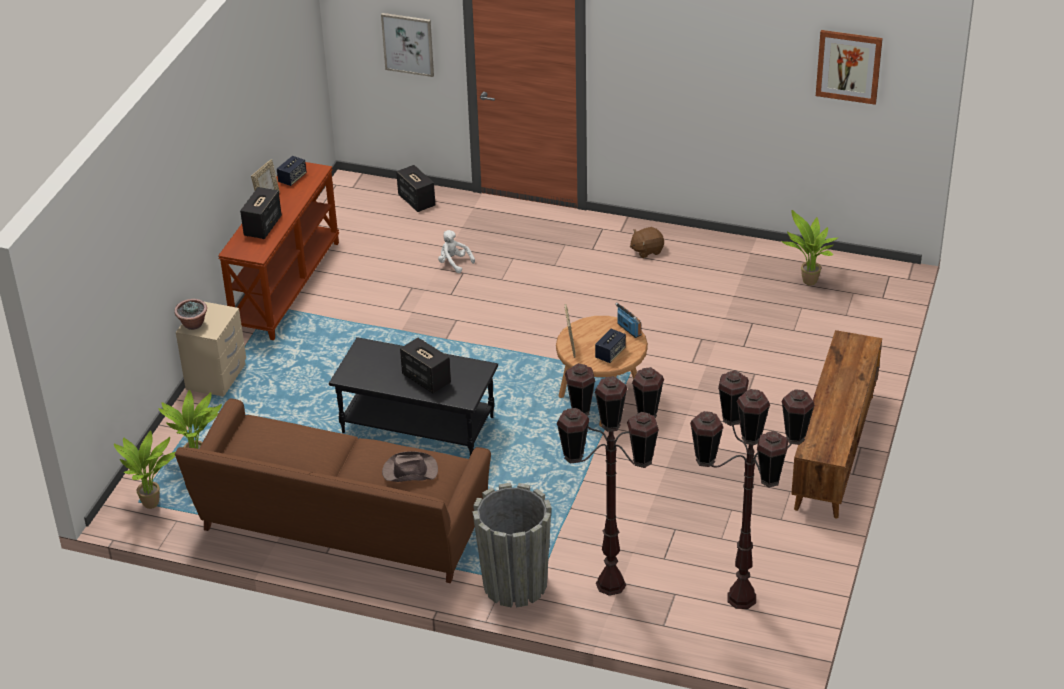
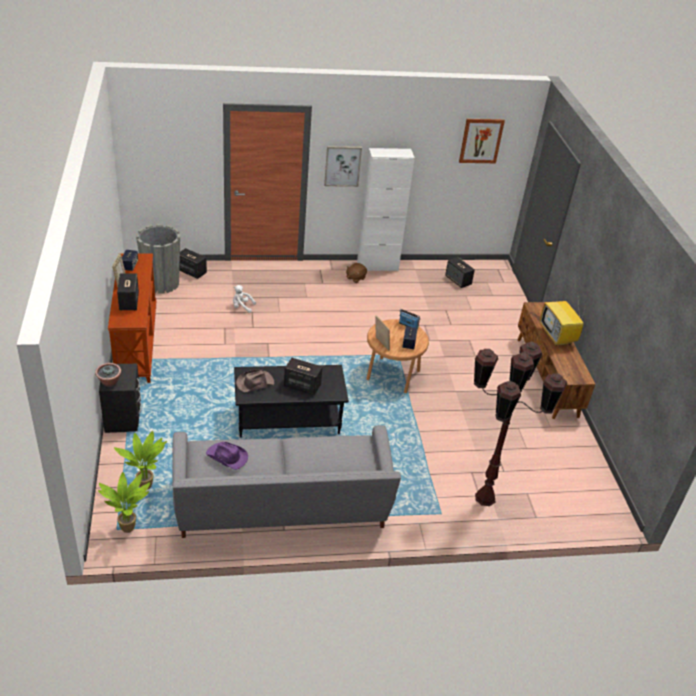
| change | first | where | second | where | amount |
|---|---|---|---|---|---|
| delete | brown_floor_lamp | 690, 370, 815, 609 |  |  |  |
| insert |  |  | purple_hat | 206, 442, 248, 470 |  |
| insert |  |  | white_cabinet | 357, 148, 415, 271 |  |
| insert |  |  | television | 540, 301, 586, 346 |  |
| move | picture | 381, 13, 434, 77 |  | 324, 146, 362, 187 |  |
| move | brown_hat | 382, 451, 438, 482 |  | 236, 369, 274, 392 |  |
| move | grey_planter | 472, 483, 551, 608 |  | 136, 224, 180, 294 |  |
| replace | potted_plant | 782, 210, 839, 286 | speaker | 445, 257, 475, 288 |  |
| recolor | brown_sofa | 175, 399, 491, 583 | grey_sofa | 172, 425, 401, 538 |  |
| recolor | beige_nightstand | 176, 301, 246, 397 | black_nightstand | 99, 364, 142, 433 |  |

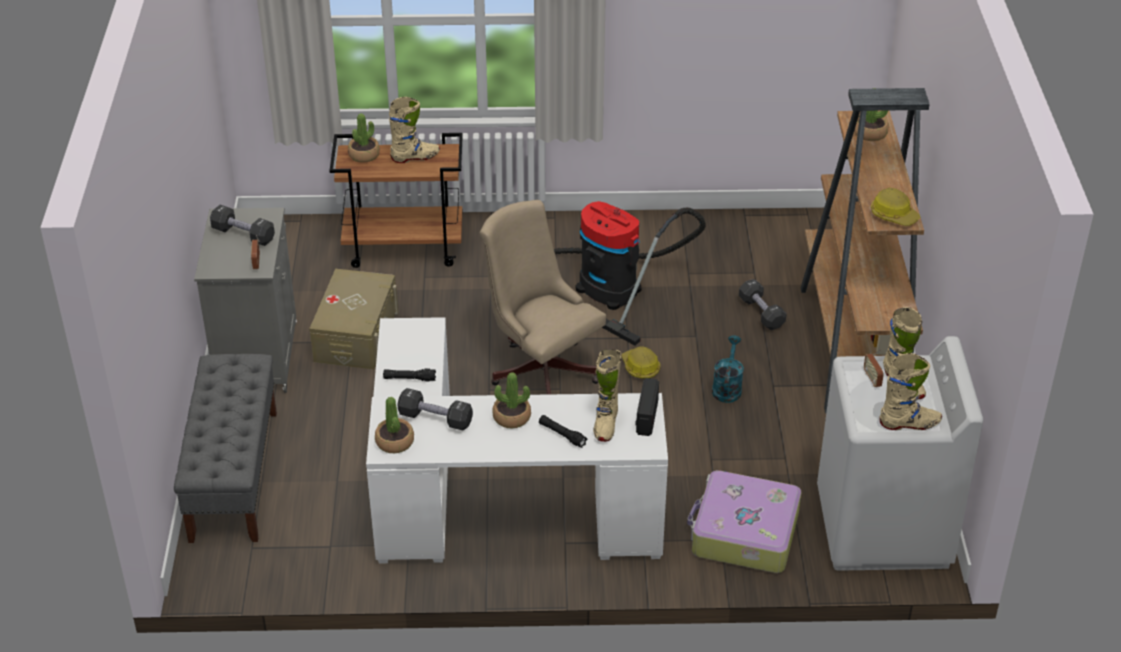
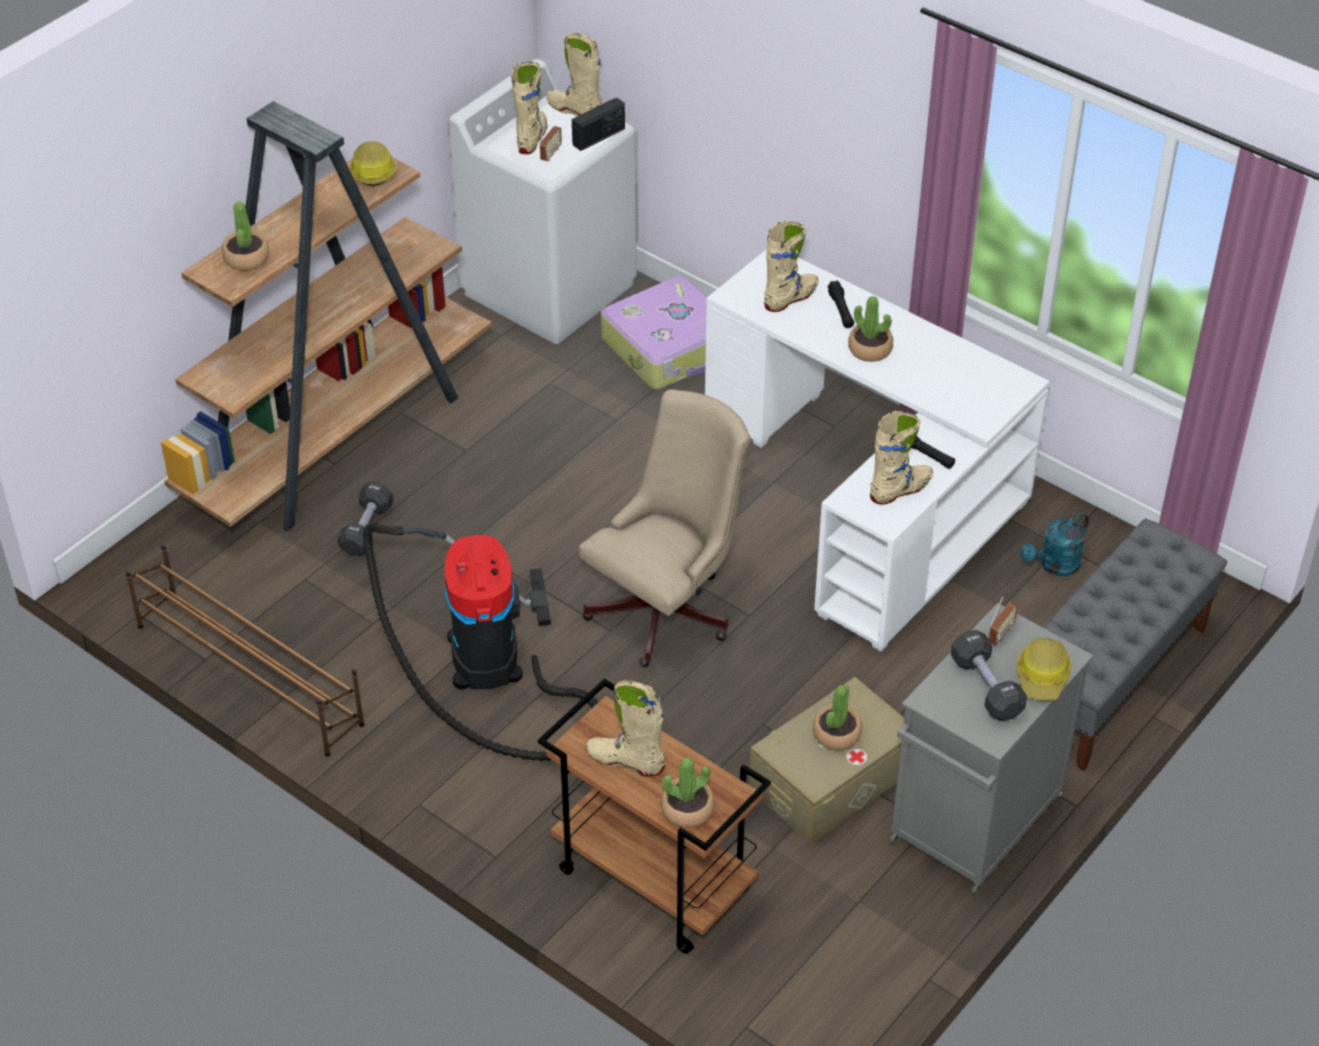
| change | first | where | second | where | amount |
|---|---|---|---|---|---|
| delete | black_dumbbell | 397, 388, 473, 430 |  |  |  |
| insert |  |  | brown_shoe_rack | 126, 544, 365, 757 |  |
| insert |  |  | beige_boot | 870, 411, 933, 504 |  |
| move | potted_plant | 375, 397, 414, 453 |  | 813, 685, 862, 751 |  |
| move | hard_hat | 622, 347, 661, 379 |  | 1017, 638, 1072, 701 |  |
| move | radio | 635, 378, 659, 436 |  | 572, 98, 625, 151 |  |
| move | turquoise_watering_can | 712, 335, 744, 403 |  | 1021, 512, 1089, 576 |  |
| rotate | beige_office_chair | 480, 200, 606, 395 |  | 579, 389, 751, 667 | 135 degrees counterclockwise |

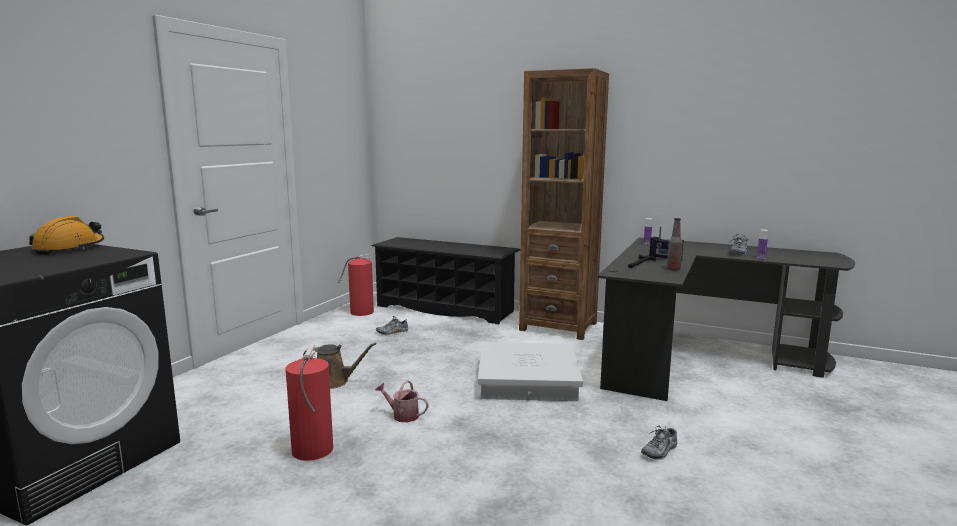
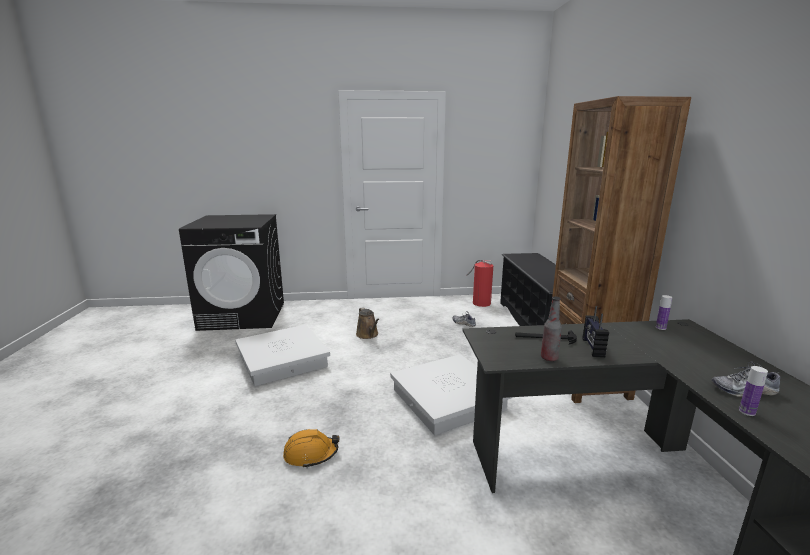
| change | first | where | second | where | amount |
|---|---|---|---|---|---|
| delete | watering_can | 375, 380, 429, 422 |  |  |  |
| delete | shoe | 641, 425, 677, 460 |  |  |  |
| move | orange_hard_hat | 29, 216, 104, 255 |  | 283, 429, 339, 469 |  |
| replace | fire_extinguisher | 286, 345, 333, 461 | white_storage_box | 235, 325, 330, 386 |  |

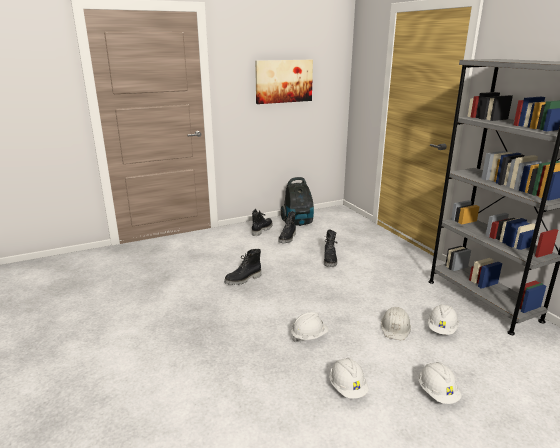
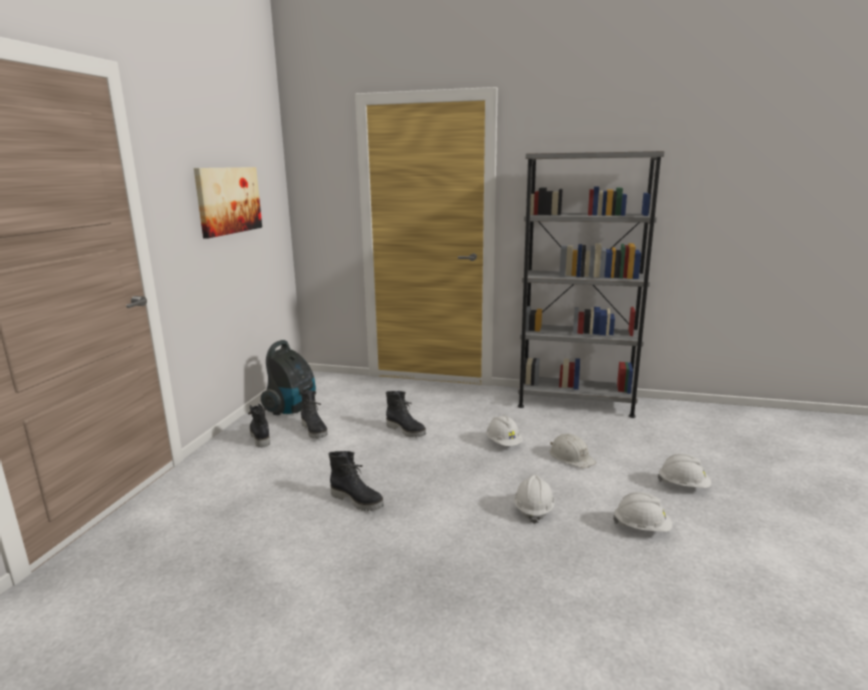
| change | first | where | second | where | amount |
|---|---|---|---|---|---|
| move | white_hard_hat | 428, 304, 459, 335 |  | 486, 415, 523, 446 |  |
| rotate | black_boot | 224, 249, 261, 285 |  | 329, 451, 384, 511 | 60 degrees counterclockwise |

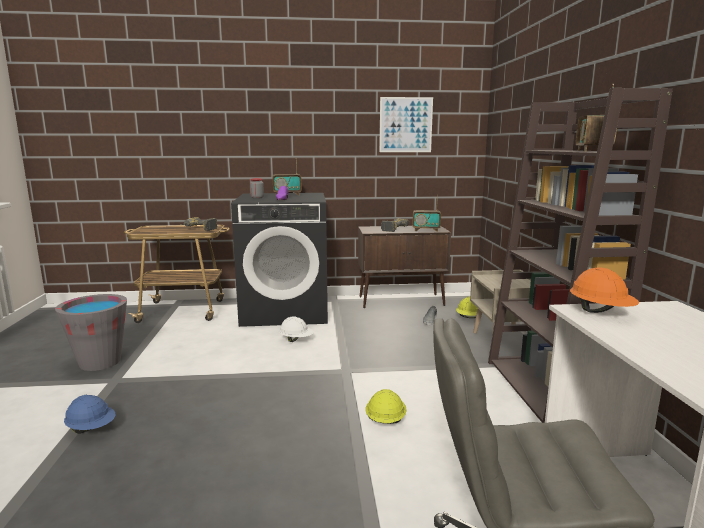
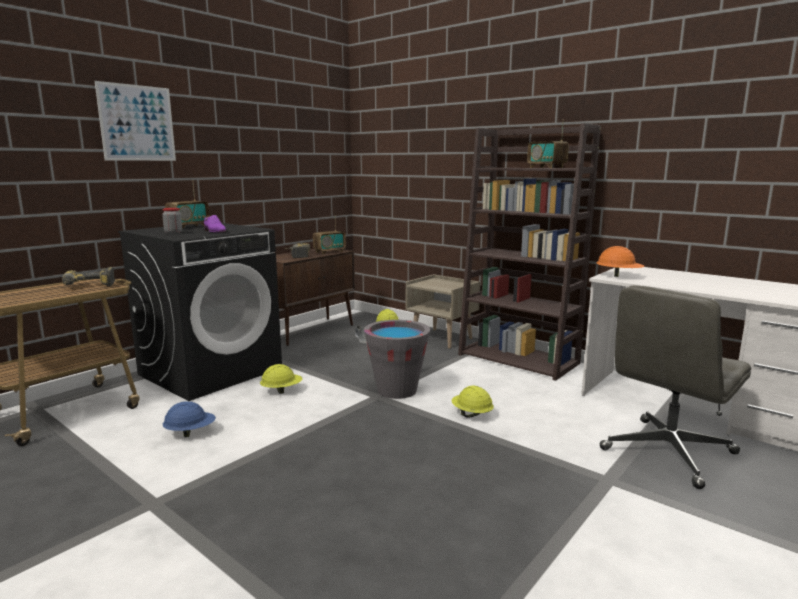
| change | first | where | second | where | amount |
|---|---|---|---|---|---|
| move | grey_bucket | 55, 294, 127, 371 |  | 364, 320, 430, 399 |  |
| move | blue_hard_hat | 64, 395, 116, 434 |  | 163, 401, 216, 437 |  |
| move | picture | 379, 97, 433, 152 |  | 95, 81, 176, 161 |  |
| recolor | white_hard_hat | 279, 316, 314, 342 | yellow_hard_hat | 260, 364, 302, 394 |  |

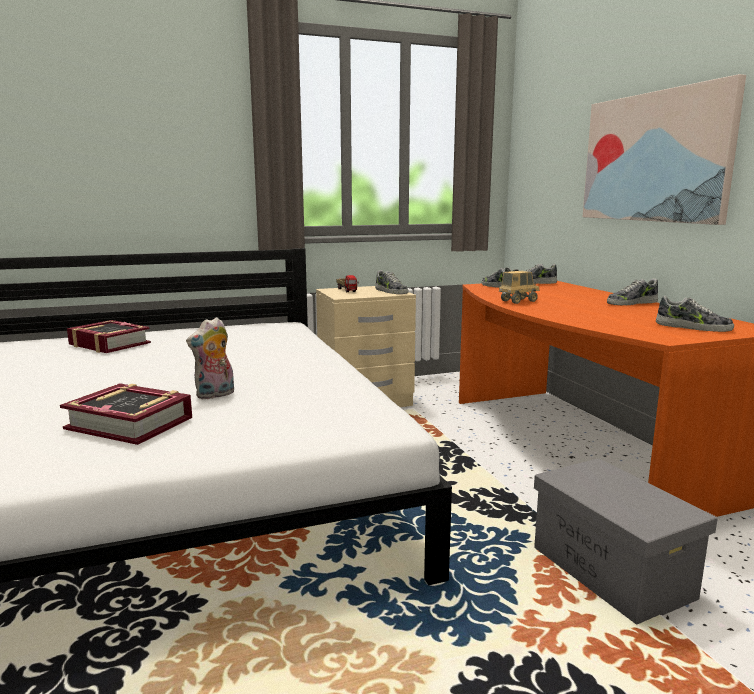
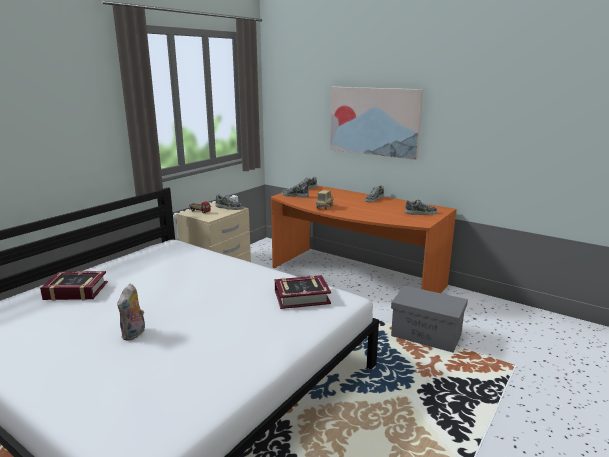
| change | first | where | second | where | amount |
|---|---|---|---|---|---|
| move | book | 60, 383, 192, 445 |  | 275, 275, 331, 309 |  |
| move | plush_toy | 186, 317, 234, 400 |  | 117, 284, 145, 341 |  |

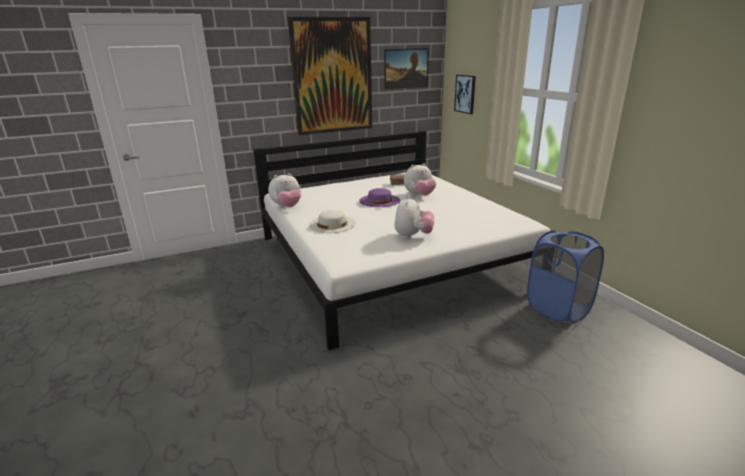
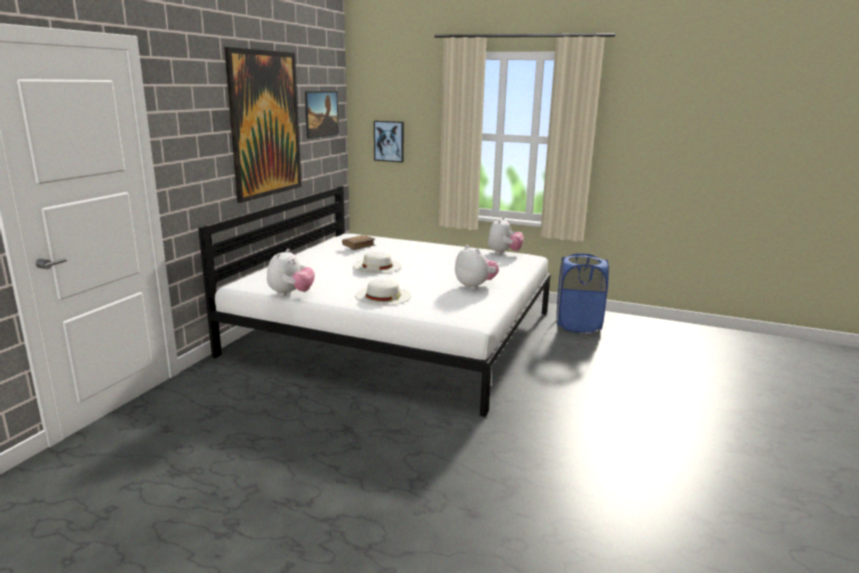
| change | first | where | second | where | amount |
|---|---|---|---|---|---|
| move | plush_toy | 404, 163, 436, 196 |  | 488, 217, 524, 254 |  |
| recolor | purple_hat | 359, 188, 400, 207 | white_hat | 353, 252, 402, 273 |  |

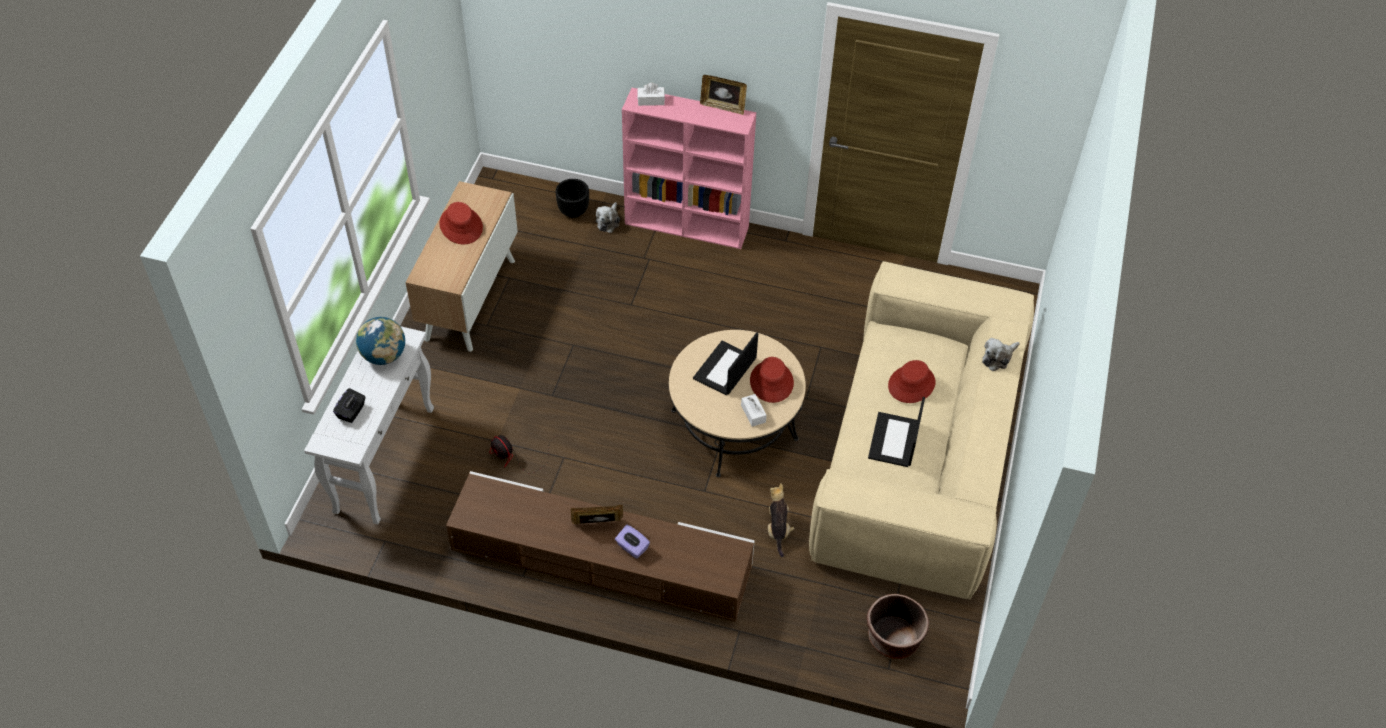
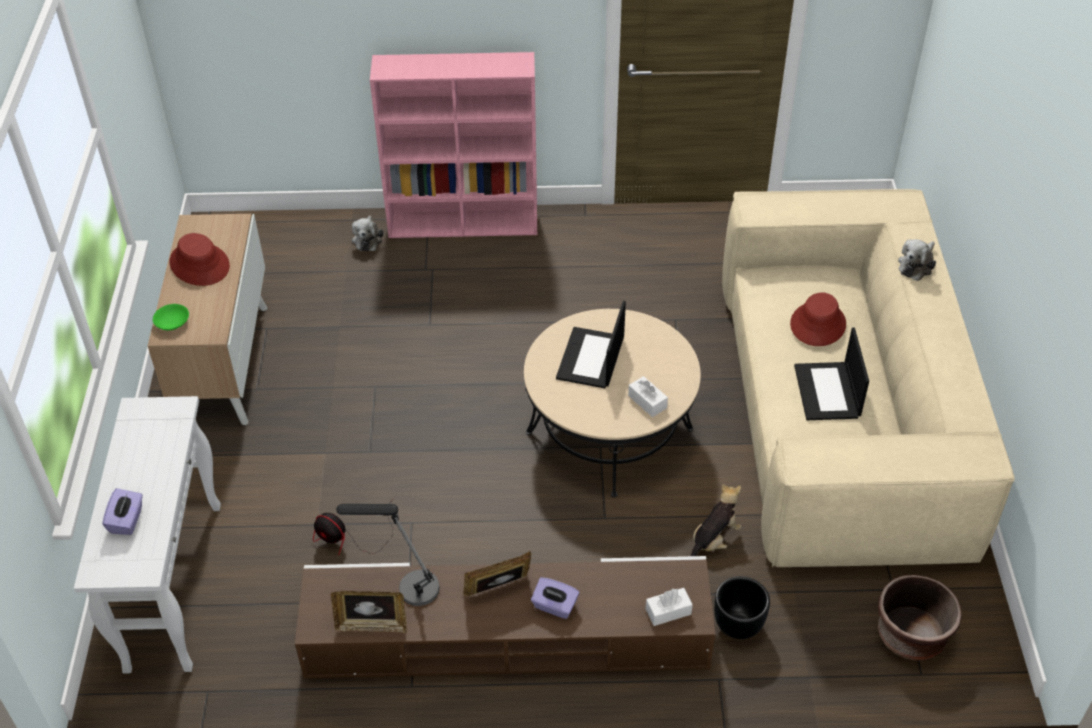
| change | first | where | second | where | amount |
|---|---|---|---|---|---|
| delete | globe | 356, 317, 405, 365 |  |  |  |
| delete | red_hat | 750, 357, 794, 403 |  |  |  |
| insert |  |  | green_bowl | 153, 304, 189, 331 |  |
| insert |  |  | table_lamp | 336, 504, 440, 606 |  |
| move | black_planter | 556, 179, 589, 218 |  | 714, 576, 770, 639 |  |
| move | white_tissue_box | 637, 83, 665, 106 |  | 646, 588, 693, 626 |  |
| move | picture_frame | 700, 75, 747, 115 |  | 331, 591, 407, 633 |  |
| recolor | black_tissue_box | 333, 388, 366, 423 | purple_tissue_box | 102, 488, 143, 535 |  |
| rotate | plush_toy | 768, 483, 794, 557 |  | 690, 484, 741, 556 | 60 degrees clockwise |

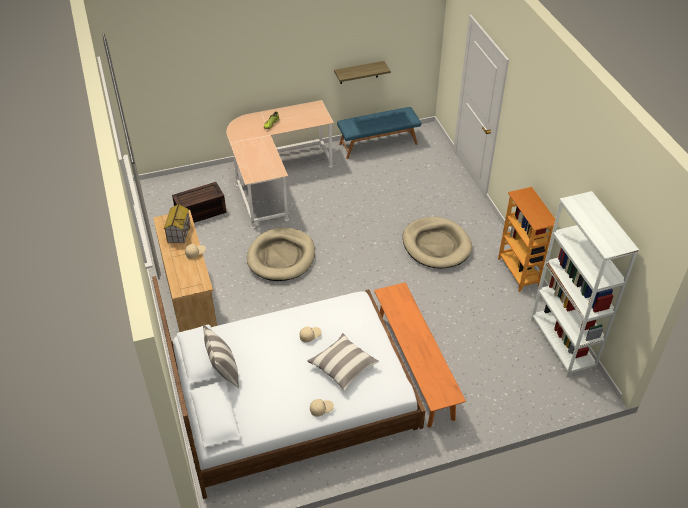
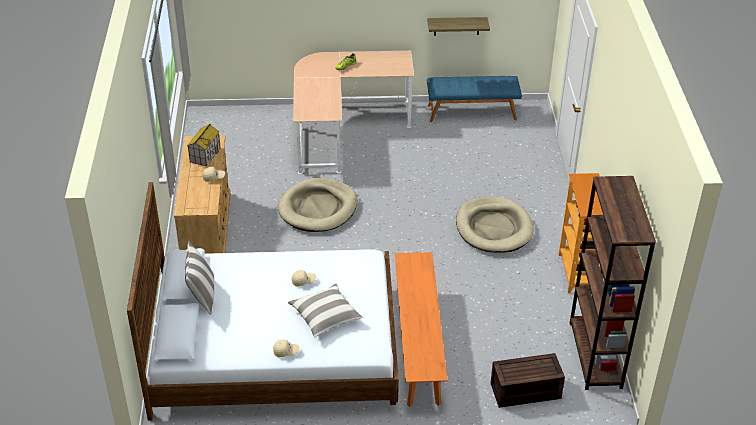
| change | first | where | second | where | amount |
|---|---|---|---|---|---|
| move | brown_storage_box | 172, 182, 227, 223 |  | 491, 353, 565, 408 |  |
| recolor | white_bookcase | 531, 191, 639, 377 | brown_bookcase | 569, 176, 656, 390 |  |

